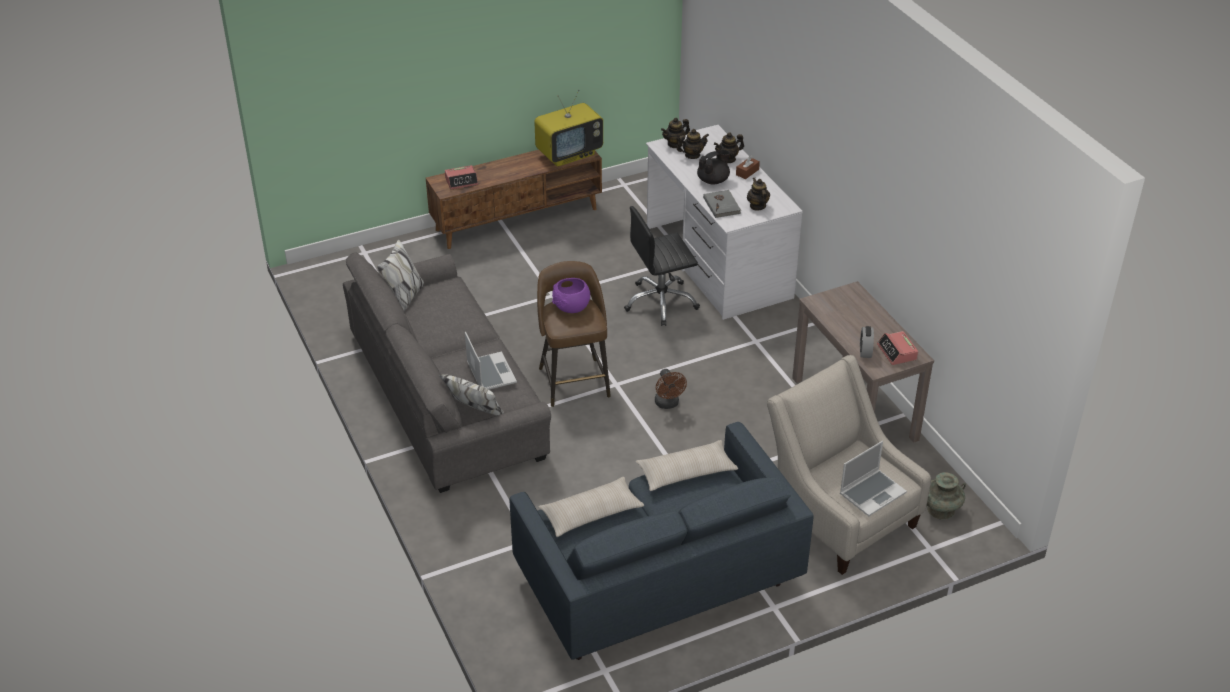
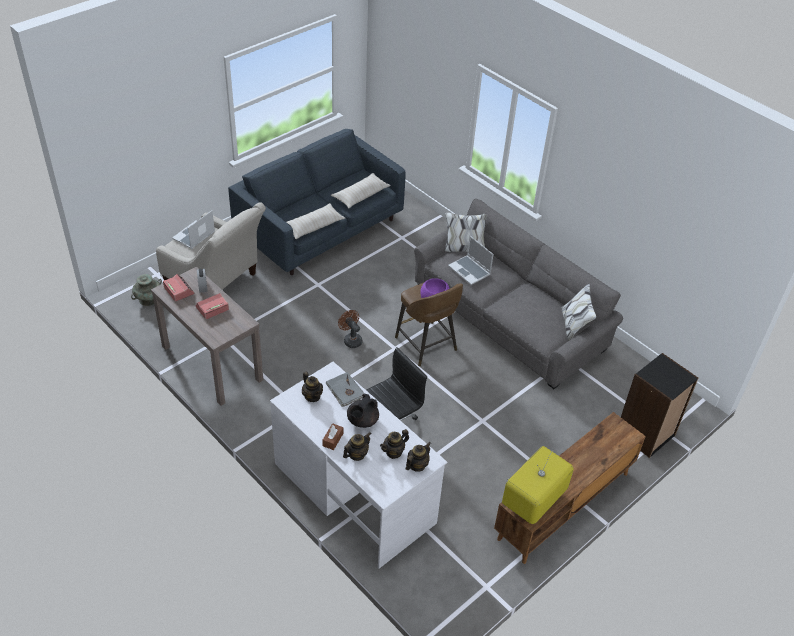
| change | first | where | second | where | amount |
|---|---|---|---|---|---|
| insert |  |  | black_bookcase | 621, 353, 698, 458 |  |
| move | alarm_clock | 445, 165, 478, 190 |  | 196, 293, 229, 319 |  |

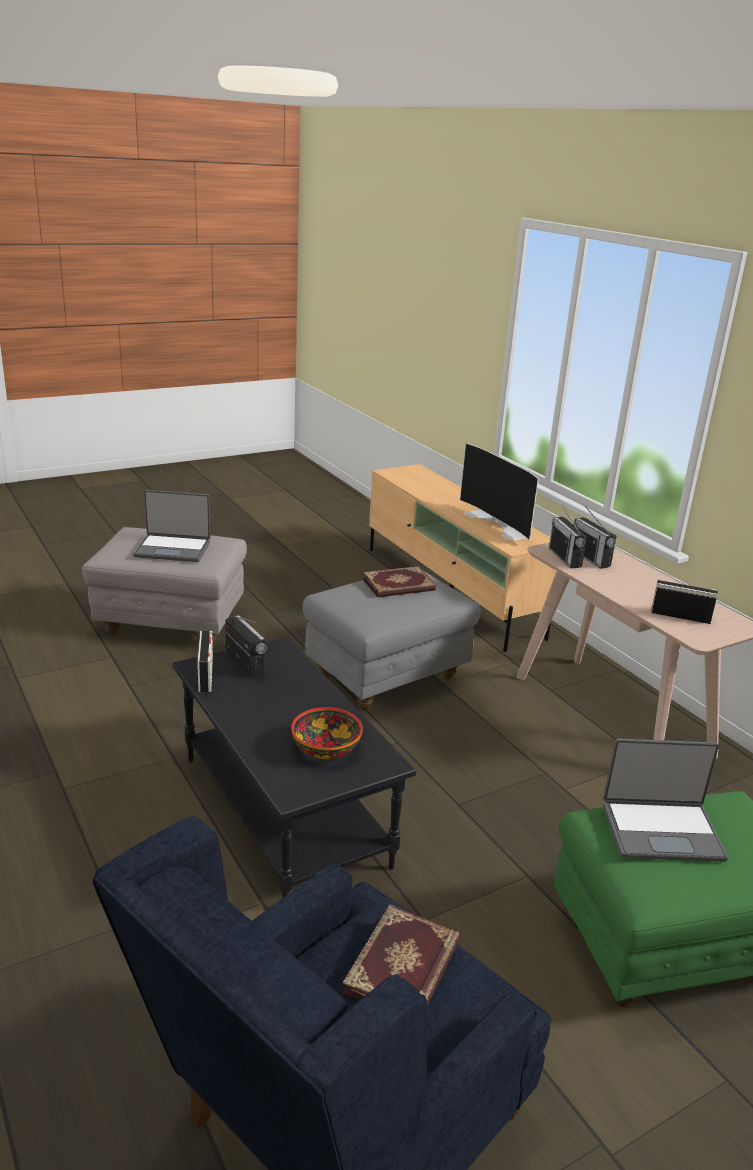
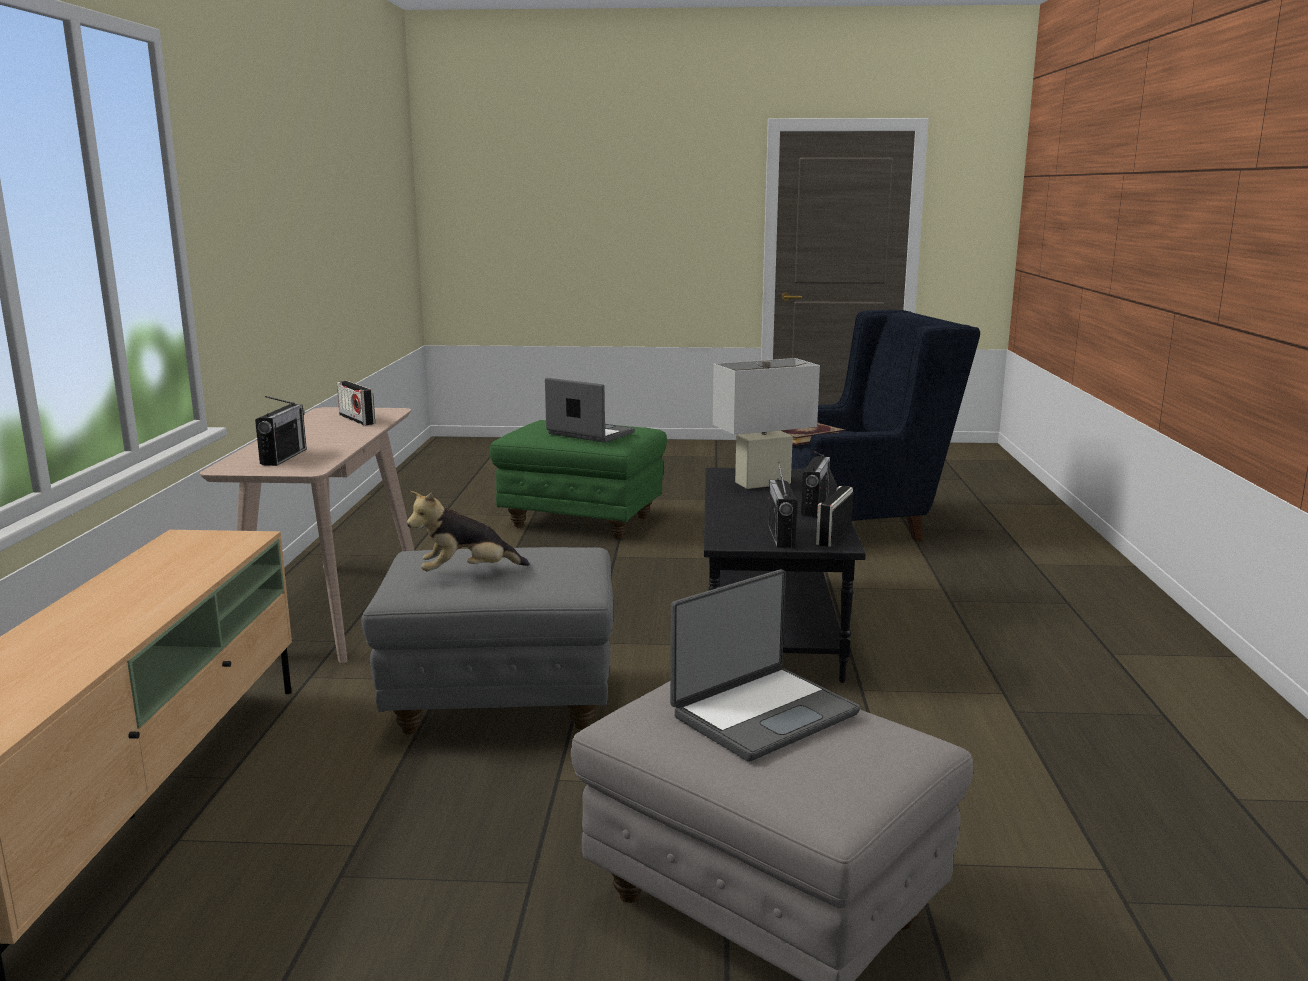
| change | first | where | second | where | amount |
|---|---|---|---|---|---|
| delete | television | 460, 443, 539, 541 |  |  |  |
| move | radio | 549, 505, 587, 569 |  | 801, 451, 830, 517 |  |
| replace | bowl | 291, 707, 363, 759 | white_table_lamp | 713, 358, 820, 489 |  |
| replace | book | 363, 566, 436, 597 | plush_toy | 407, 491, 530, 571 |  |
| rotate | laptop | 133, 490, 210, 562 |  | 670, 569, 860, 762 | 105 degrees clockwise |

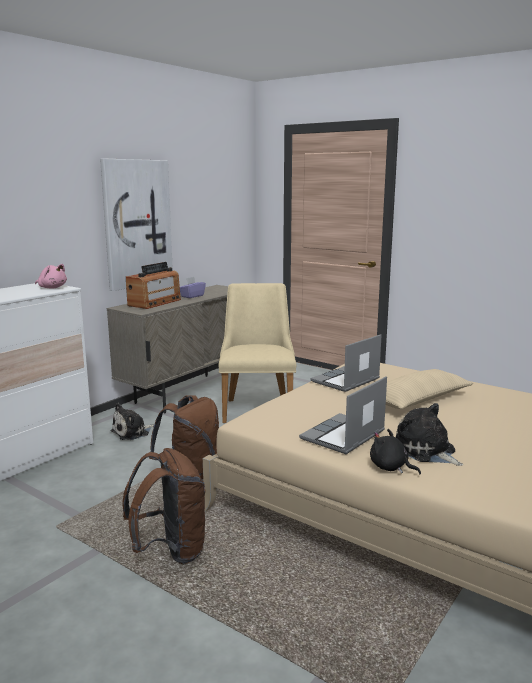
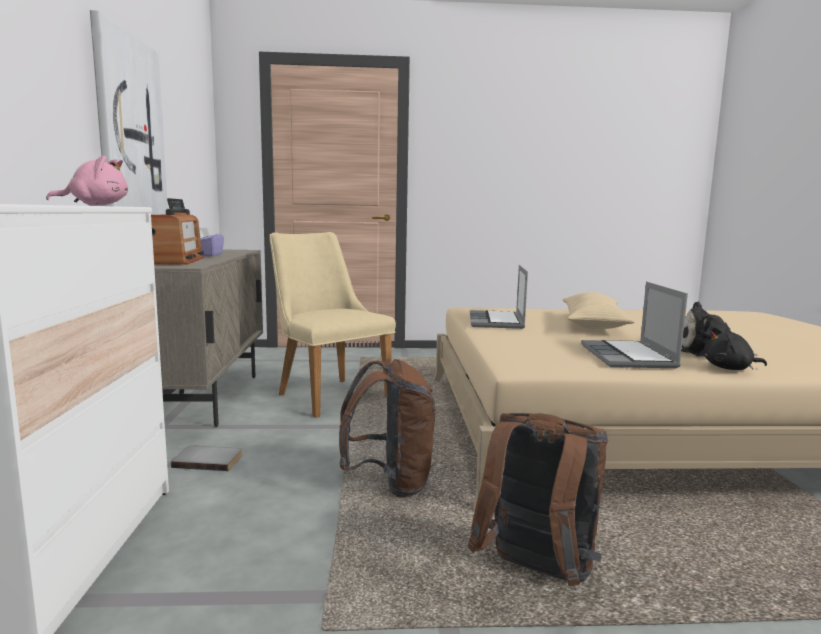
| change | first | where | second | where | amount |
|---|---|---|---|---|---|
| replace | plush_toy | 111, 403, 155, 440 | grey_book | 171, 445, 242, 471 |  |

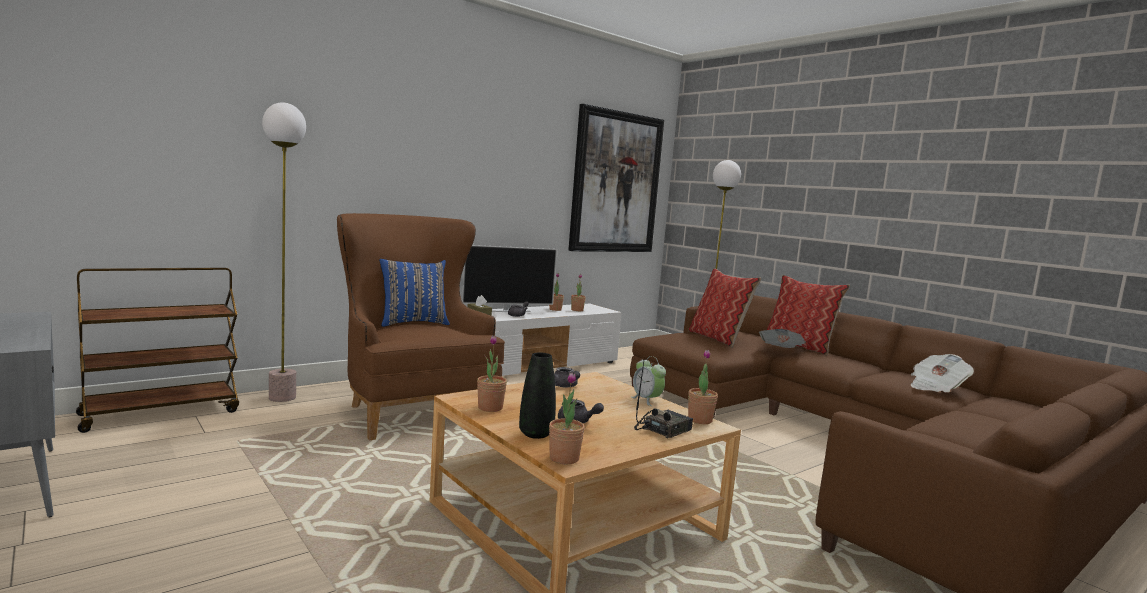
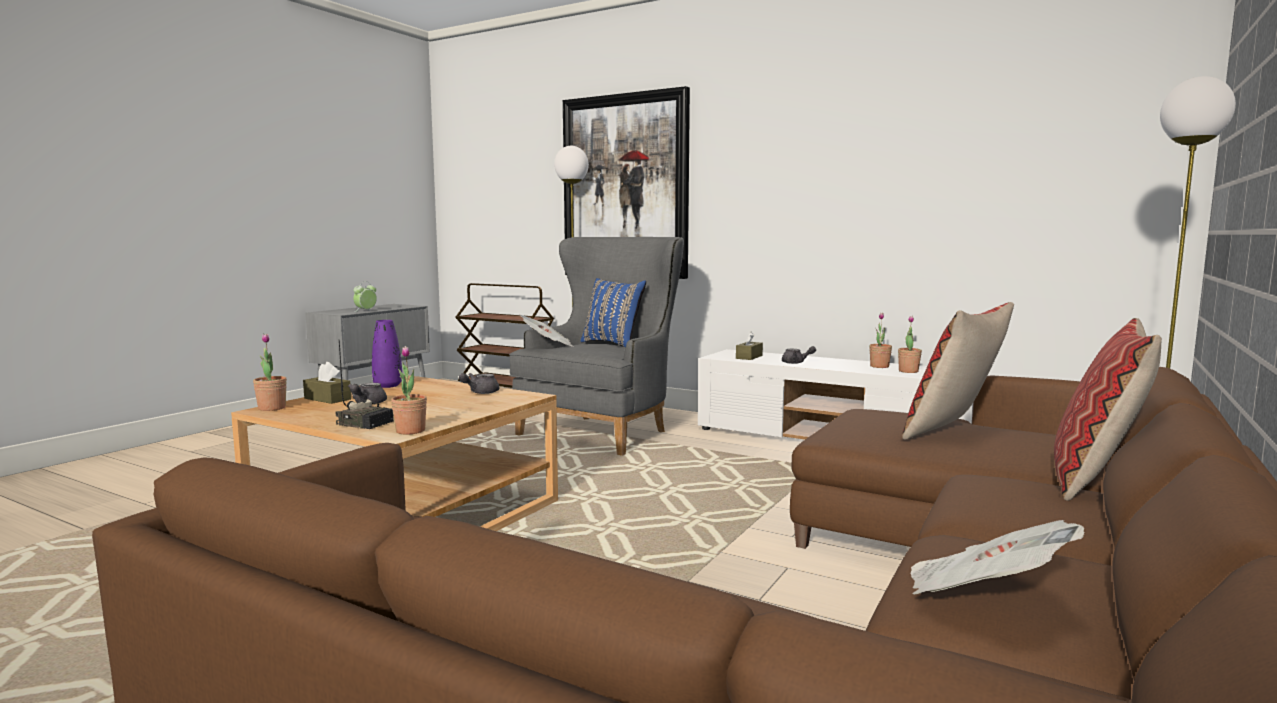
| change | first | where | second | where | amount |
|---|---|---|---|---|---|
| delete | television | 462, 245, 557, 312 |  |  |  |
| move | picture | 568, 104, 664, 252 |  | 563, 86, 690, 279 |  |
| move | alarm_clock | 631, 356, 666, 406 |  | 353, 281, 377, 312 |  |
| move | newspaper | 759, 329, 806, 348 |  | 520, 315, 573, 347 |  |
| replace | potted_plant | 477, 335, 507, 412 | purple_vase | 372, 320, 402, 388 |  |
| replace | black_vase | 519, 352, 556, 439 | brown_tissue_box | 303, 362, 351, 404 |  |
| recolor | brown_armchair | 337, 213, 505, 440 | grey_armchair | 509, 237, 684, 456 |  |

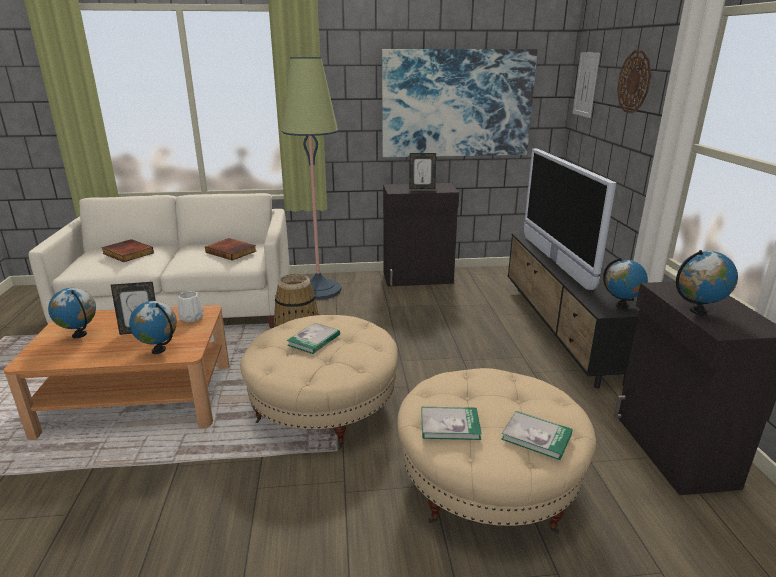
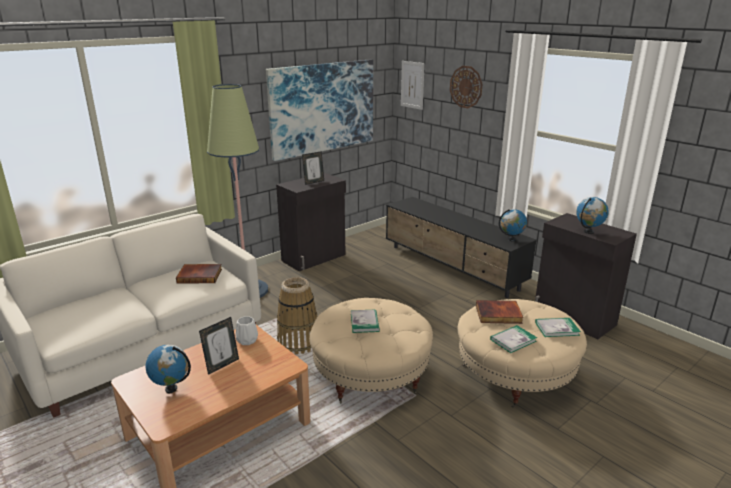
| change | first | where | second | where | amount |
|---|---|---|---|---|---|
| delete | globe | 129, 301, 177, 354 |  |  |  |
| delete | television | 524, 149, 616, 290 |  |  |  |
| move | book | 101, 239, 154, 262 |  | 476, 300, 523, 324 |  |

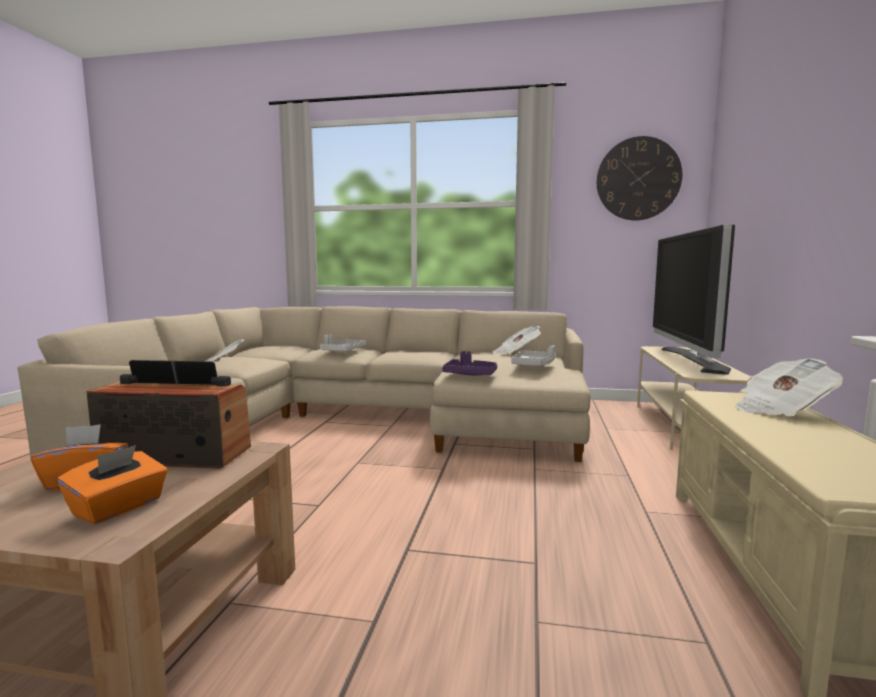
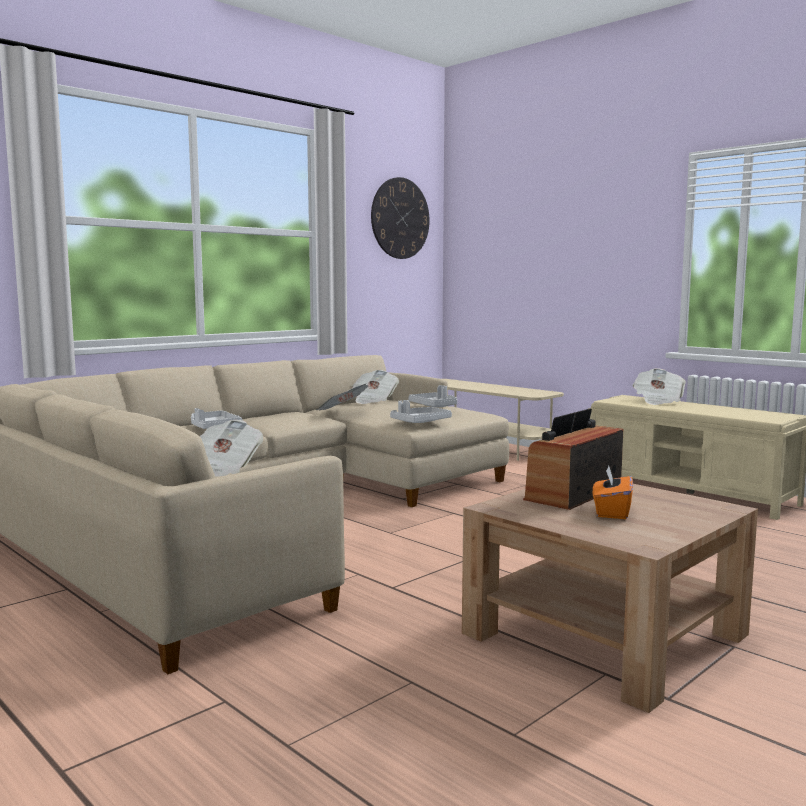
| change | first | where | second | where | amount |
|---|---|---|---|---|---|
| delete | orange_tissue_box | 57, 445, 168, 525 |  |  |  |
| delete | television | 653, 225, 735, 375 |  |  |  |
| insert |  |  | newspaper | 316, 384, 368, 410 |  |
| recolor | purple_tray | 442, 351, 497, 375 | grey_tray | 390, 400, 452, 423 |  |

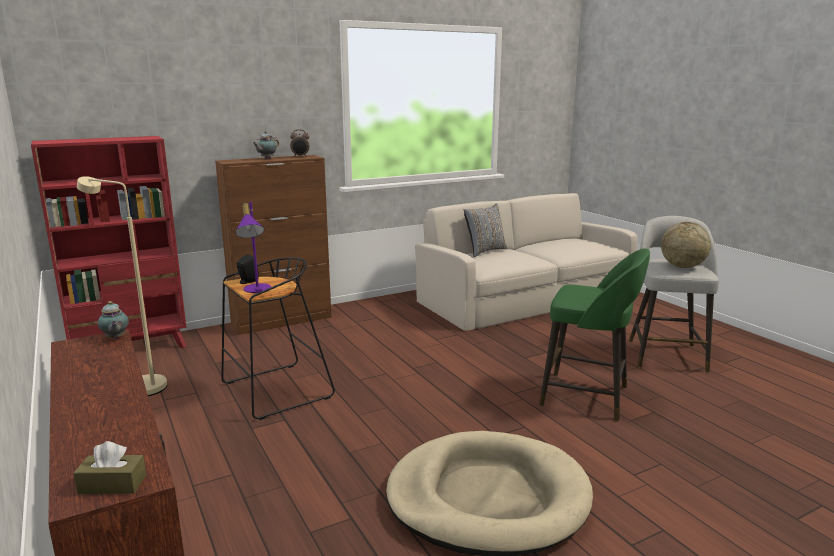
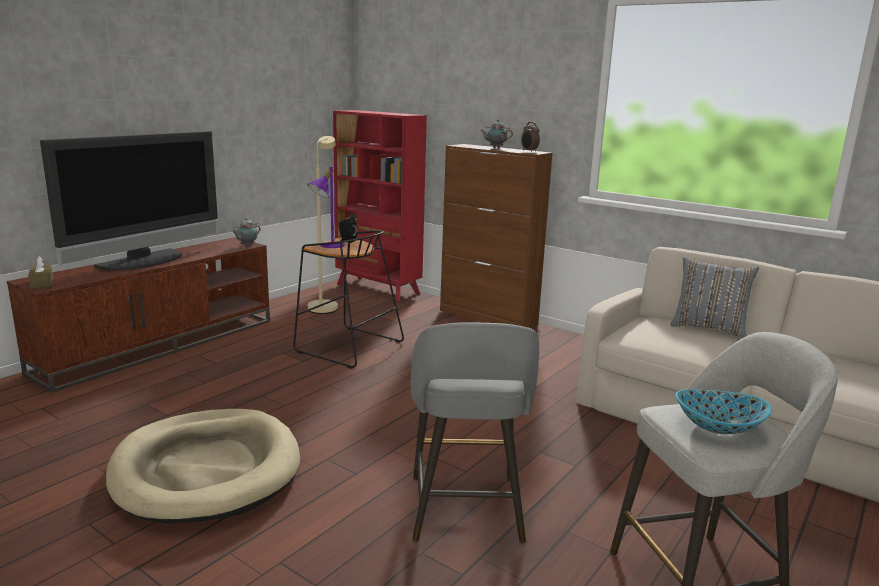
| change | first | where | second | where | amount |
|---|---|---|---|---|---|
| insert |  |  | television | 40, 131, 218, 271 |  |
| replace | globe | 661, 222, 711, 268 | bowl | 675, 389, 772, 434 |  |
| recolor | green_stool | 539, 248, 650, 421 | grey_stool | 411, 322, 539, 543 |  |

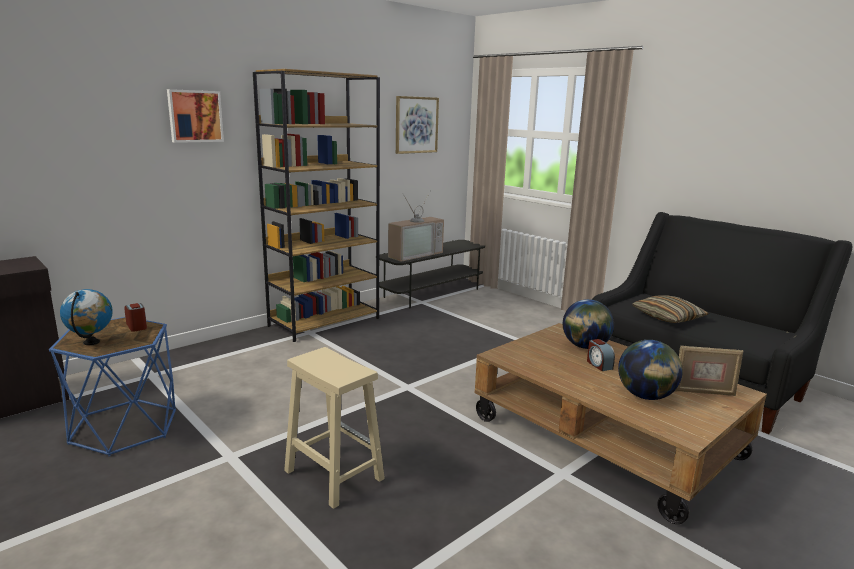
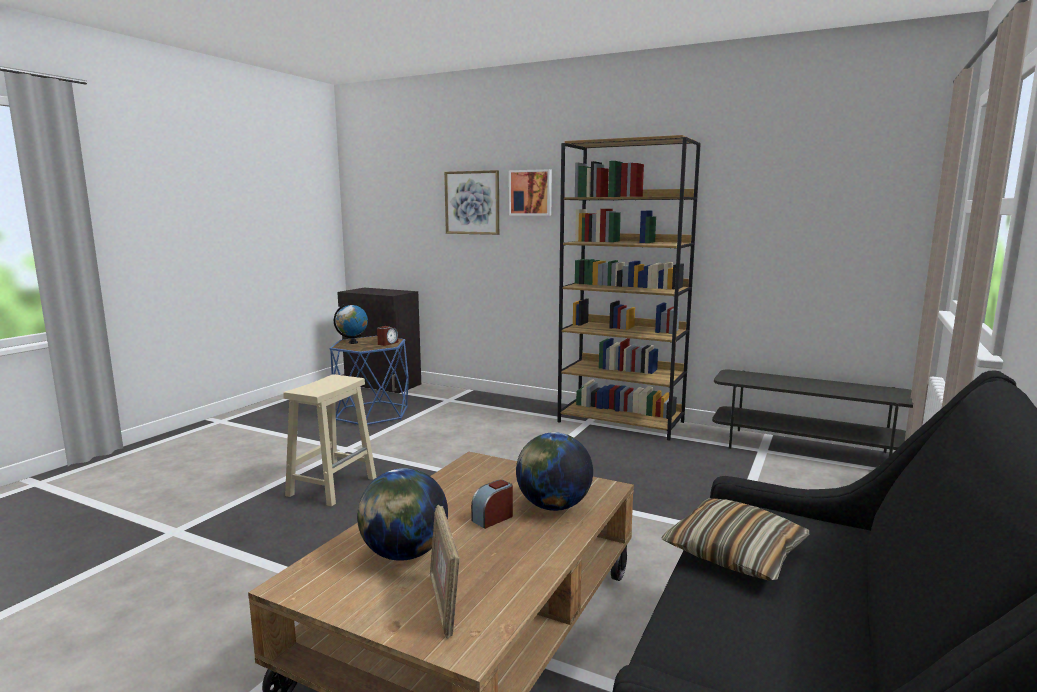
| change | first | where | second | where | amount |
|---|---|---|---|---|---|
| delete | television | 388, 190, 444, 262 |  |  |  |
| move | picture | 396, 96, 439, 154 |  | 444, 170, 499, 235 |  |

